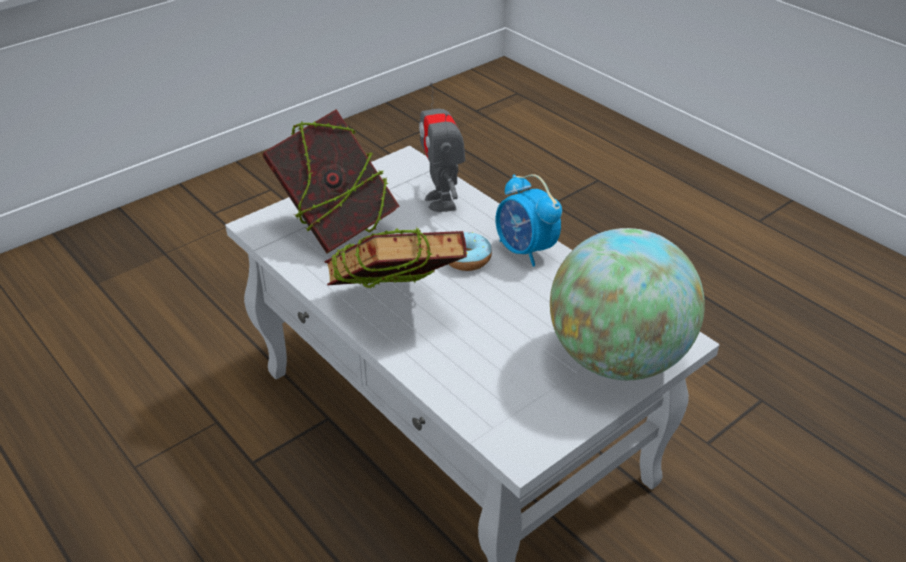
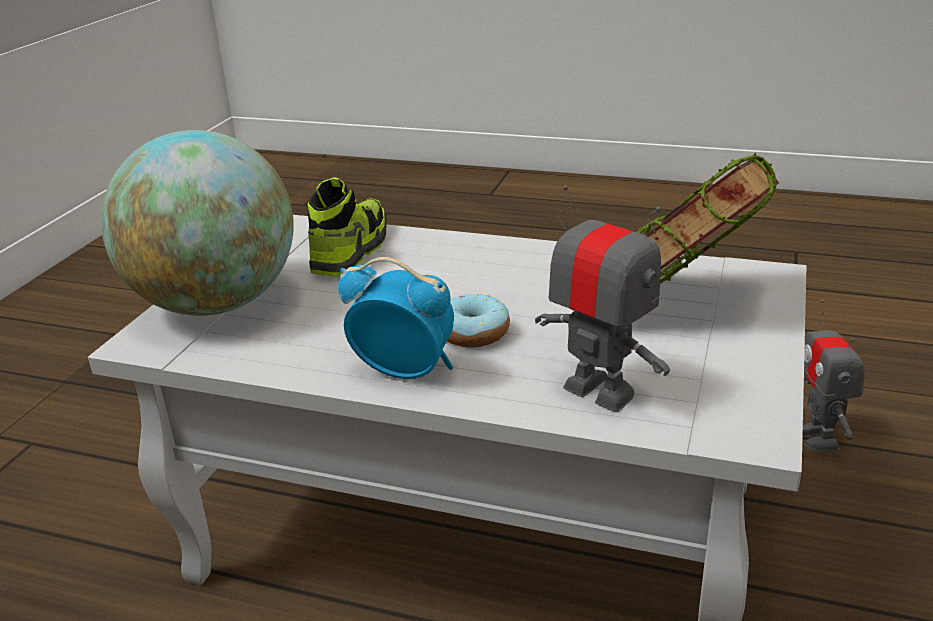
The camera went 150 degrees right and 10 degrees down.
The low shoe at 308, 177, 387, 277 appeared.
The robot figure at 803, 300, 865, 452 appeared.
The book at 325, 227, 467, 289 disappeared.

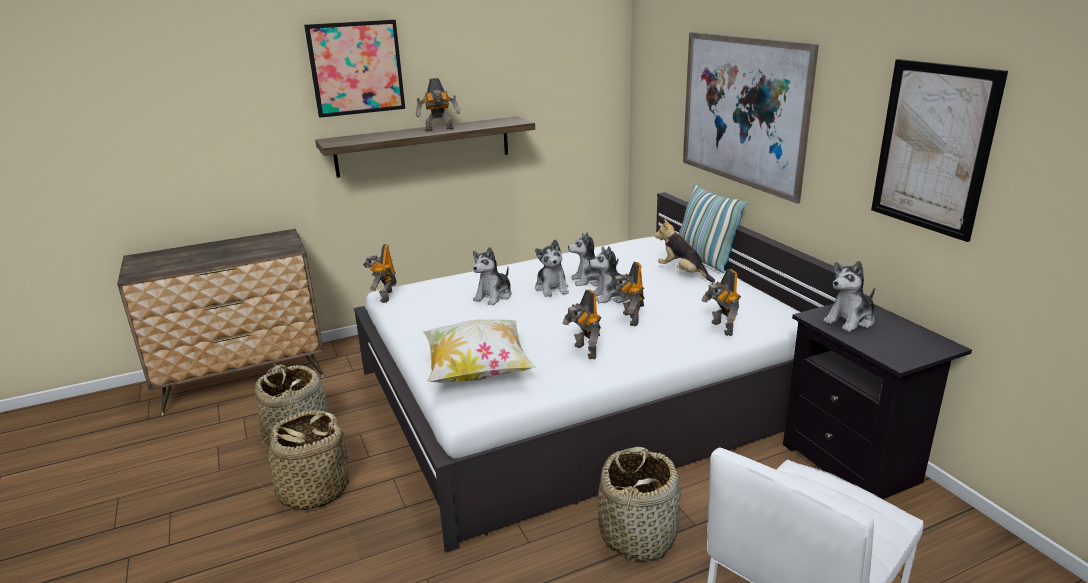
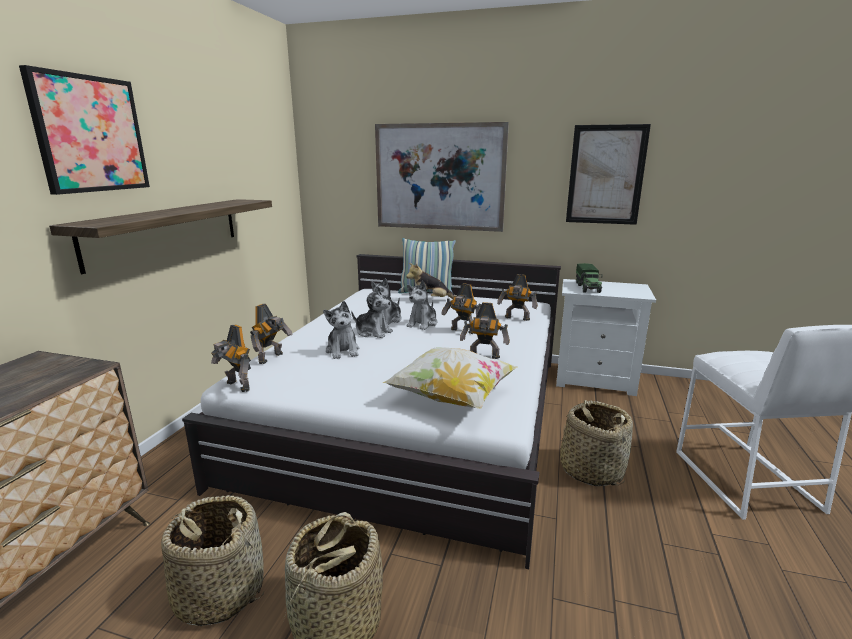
The camera went 50 degrees left and 5 degrees down.
The robot figure moved from 416, 78, 460, 131 to 250, 304, 293, 364.
The bedside table/black-coloured at 783, 304, 972, 499 became the bedside table/white at 556, 279, 656, 396.
The cuddly toy at 823, 261, 875, 332 was replaced by the toy truck at 576, 263, 603, 293.

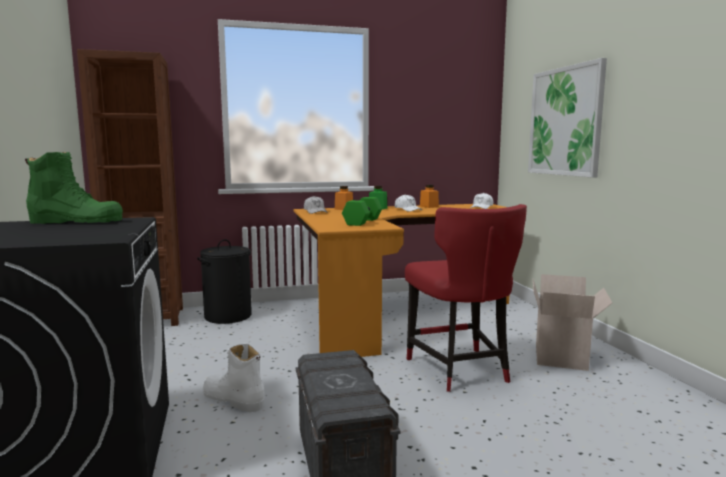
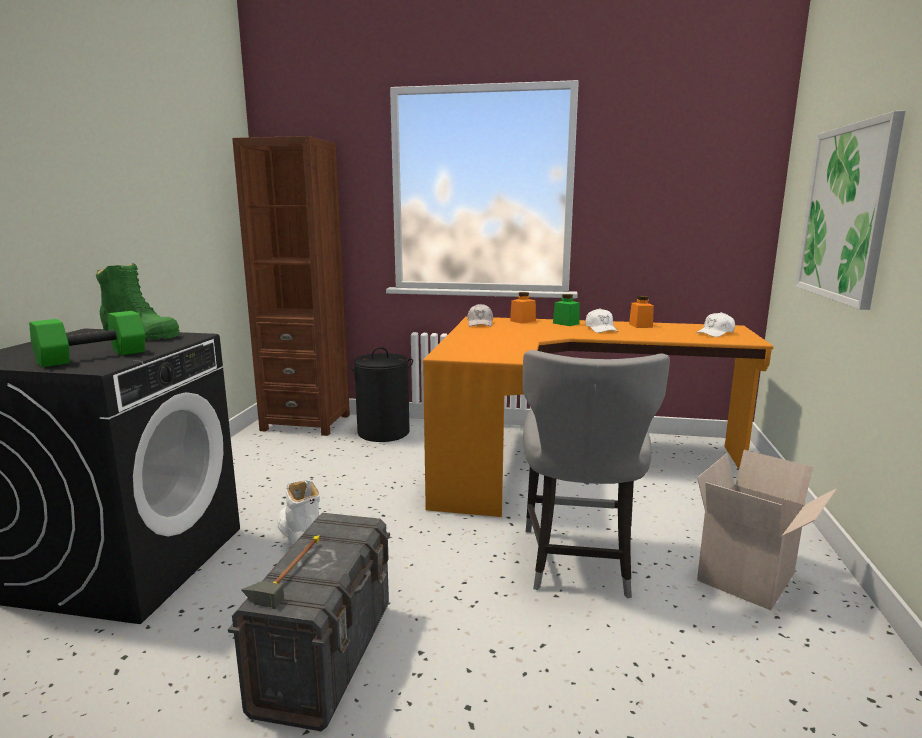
The camera went 25 degrees right and 5 degrees up.
The dumbbell/green-coloured moved from 342, 197, 382, 226 to 29, 311, 145, 367.
The hand hammer at 241, 535, 320, 609 appeared.
The chair/red at 405, 204, 527, 392 became the chair/gray at 523, 350, 670, 598.

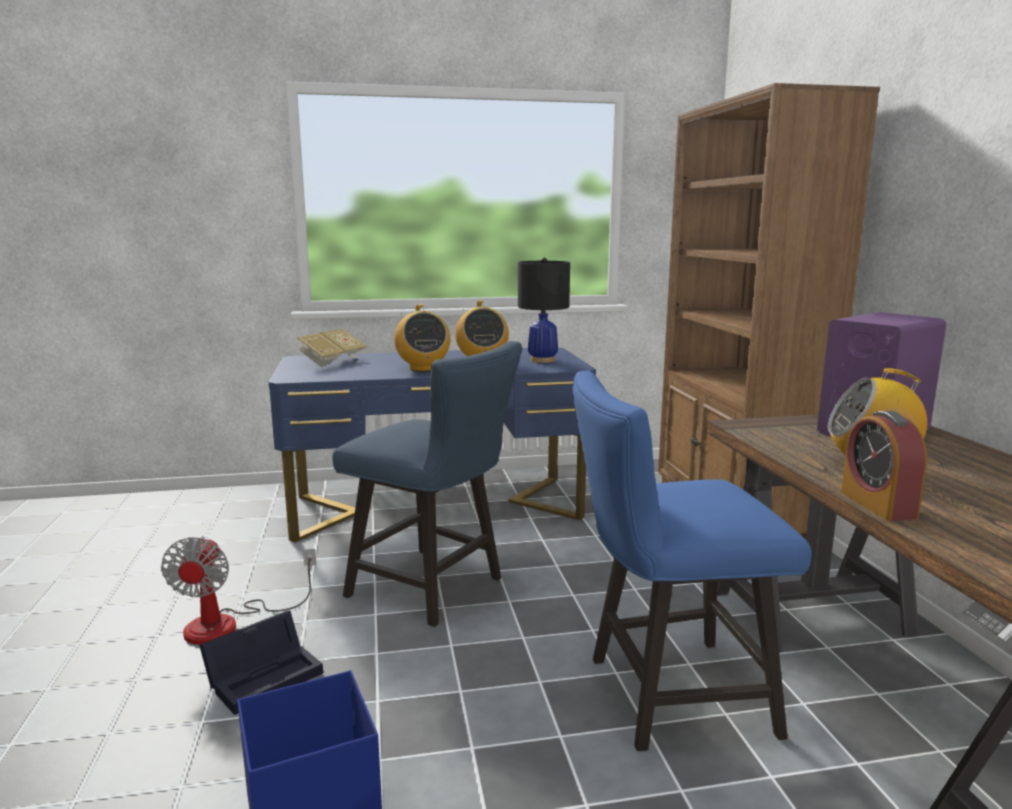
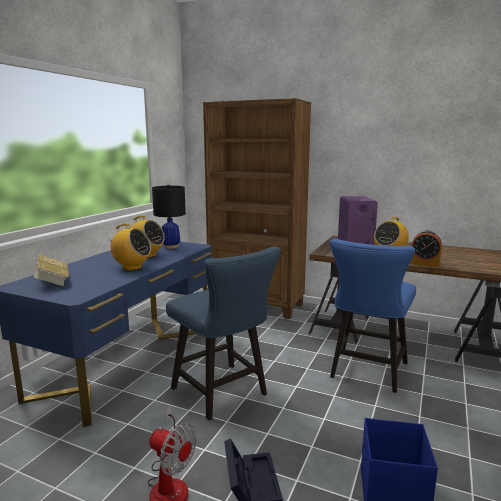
The camera went 55 degrees left and 0 degrees up.
The chair/blue-coloured at 332, 341, 522, 627 turned 75 degrees clockwise.

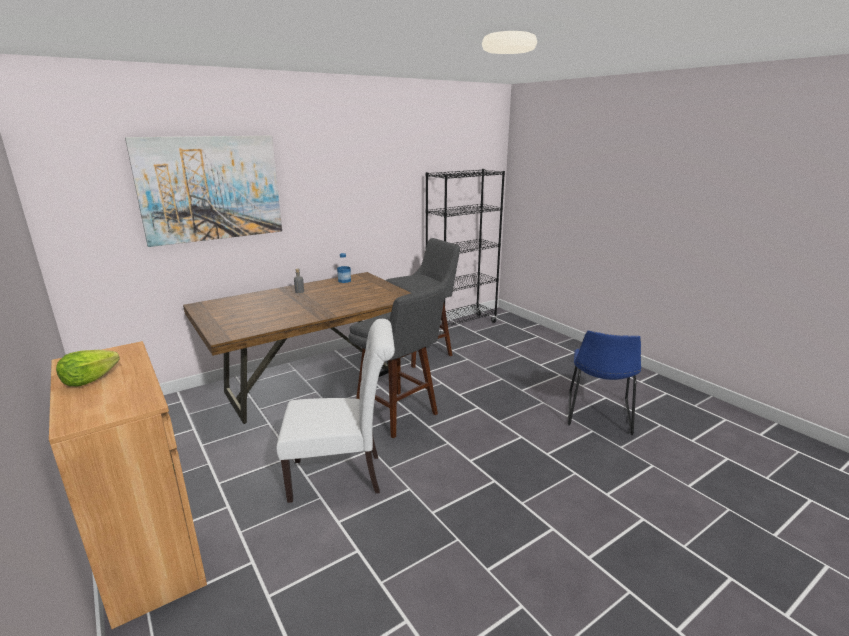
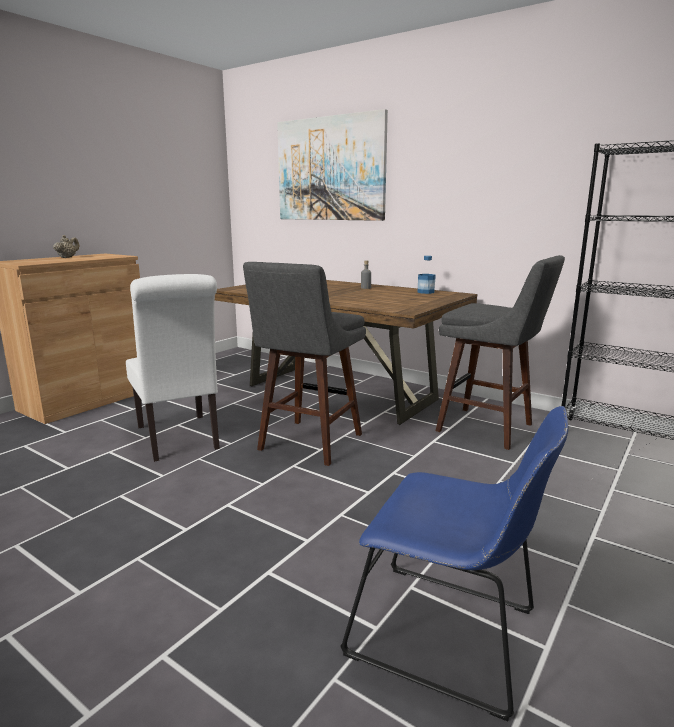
The camera went 70 degrees right and 5 degrees down.
The lettuce head at 56, 350, 120, 386 was replaced by the tea pot/beige-coloured at 53, 235, 79, 258.
The chair/blue-coloured at 568, 330, 641, 435 turned 150 degrees counterclockwise.

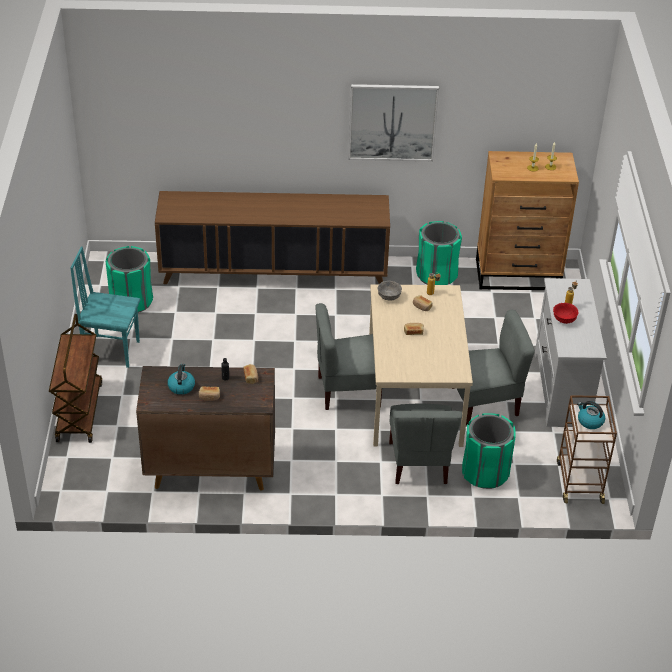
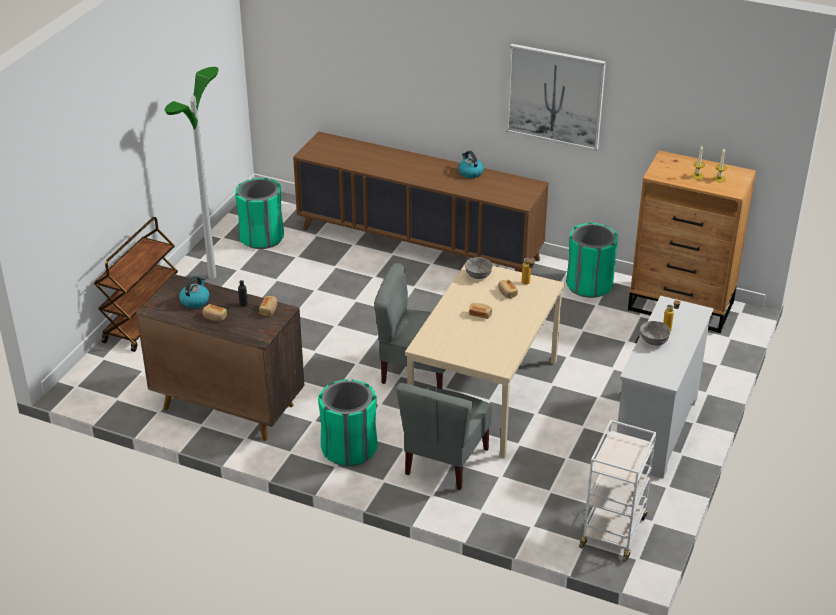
The camera went 25 degrees right and 5 degrees down.
The chair/blue-green at 70, 247, 140, 368 was replaced by the standing lamp at 165, 67, 219, 279.
The trash can/green-coloured moved from 462, 413, 516, 489 to 318, 379, 378, 467.
The kettle moved from 577, 401, 605, 429 to 458, 151, 484, 178.
The wheeled cart/brownish at 557, 395, 617, 504 became the wheeled cart/white at 579, 420, 656, 562.
The bowl/red at 553, 303, 578, 324 became the bowl/gray at 640, 321, 671, 345.
The chair/gray at 452, 310, 535, 426 disappeared.

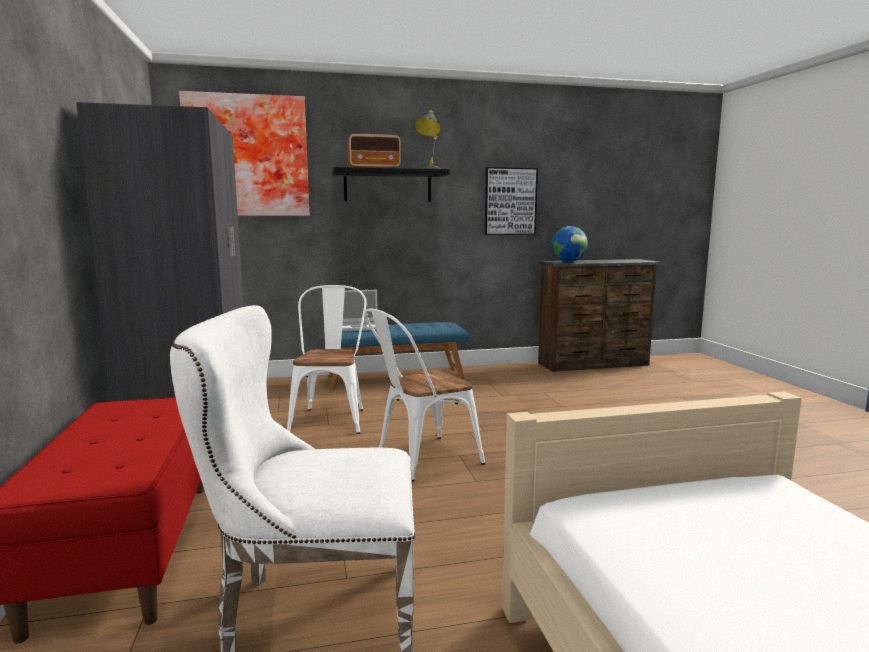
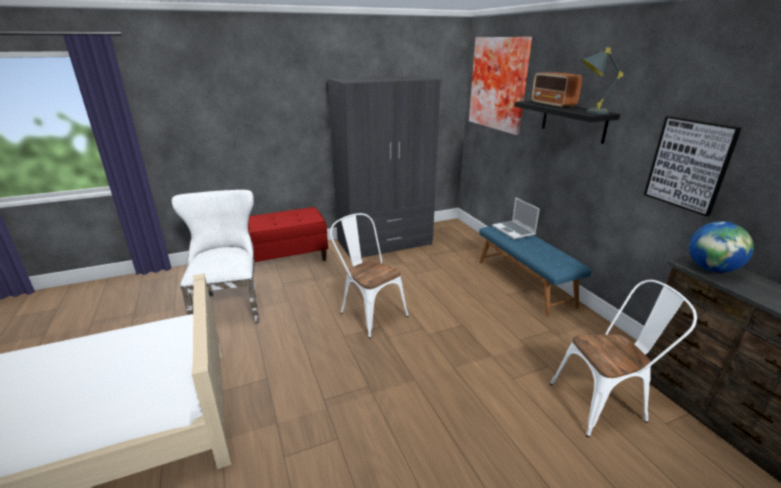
The camera went 80 degrees right and 15 degrees up.
The chair/white moved from 287, 285, 367, 434 to 550, 280, 697, 437.

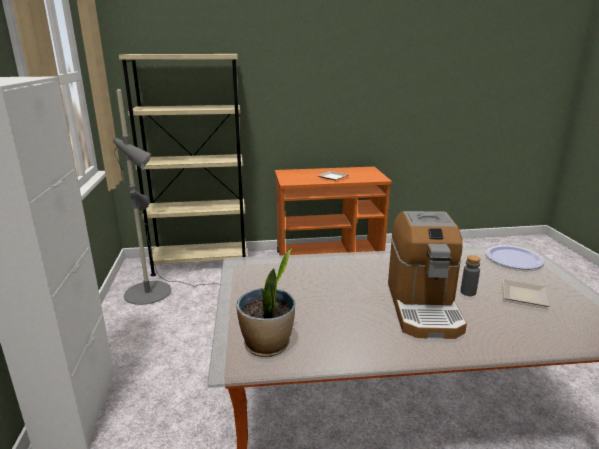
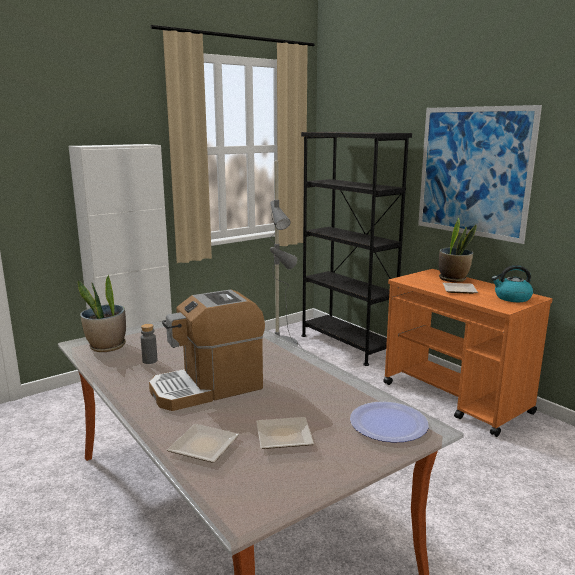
The camera went 60 degrees right and 5 degrees down.
The bottle/gray moved from 461, 255, 480, 296 to 141, 324, 157, 364.
The dinner plate at 167, 424, 240, 463 appeared.
The shelving unit/beige-coloured at 119, 54, 247, 276 became the shelving unit/black-coloured at 301, 132, 412, 366.
The wall picture at 418, 105, 542, 244 appeared.
The plant in a pot at 439, 217, 477, 282 appeared.
The kettle at 491, 265, 533, 302 appeared.

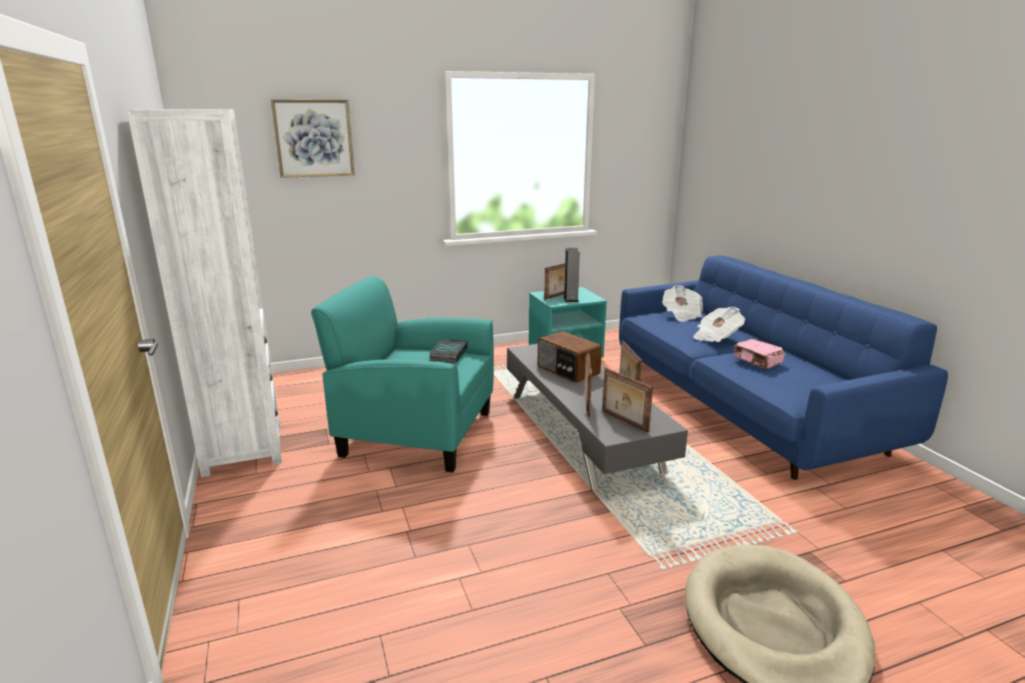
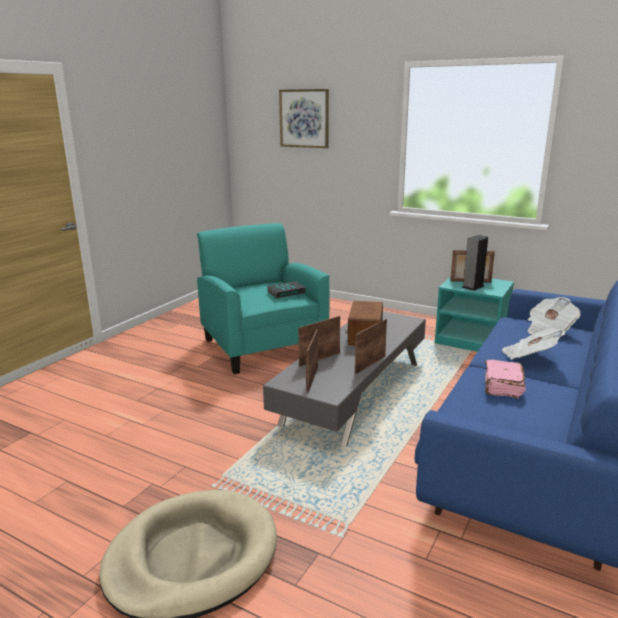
The camera went 50 degrees right and 0 degrees up.
The shelving unit/white at 127, 109, 282, 477 disappeared.

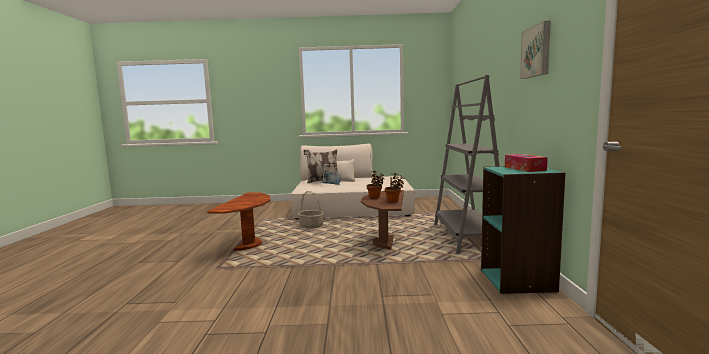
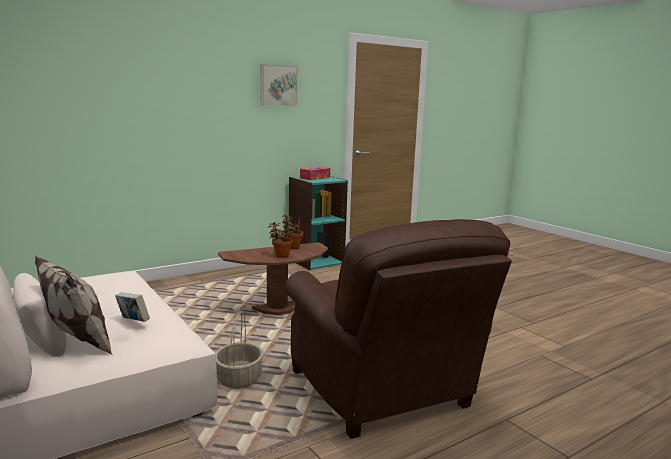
The camera went 125 degrees left and 5 degrees up.
The end table/brownish at 207, 193, 271, 251 was replaced by the easy chair/brownish at 285, 219, 512, 439.
The shelving unit/gray at 434, 75, 499, 254 disappeared.

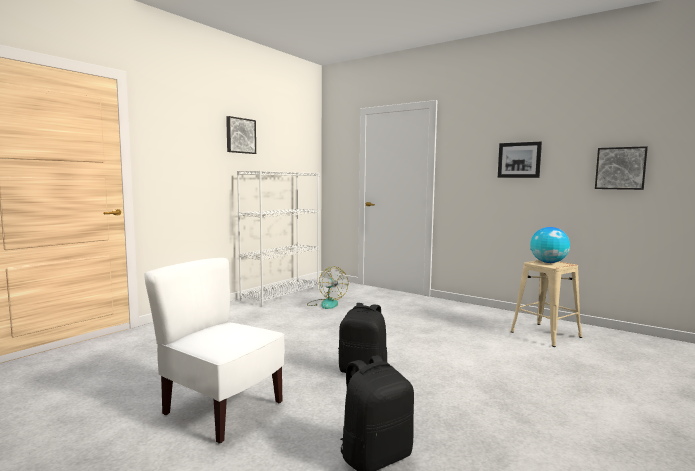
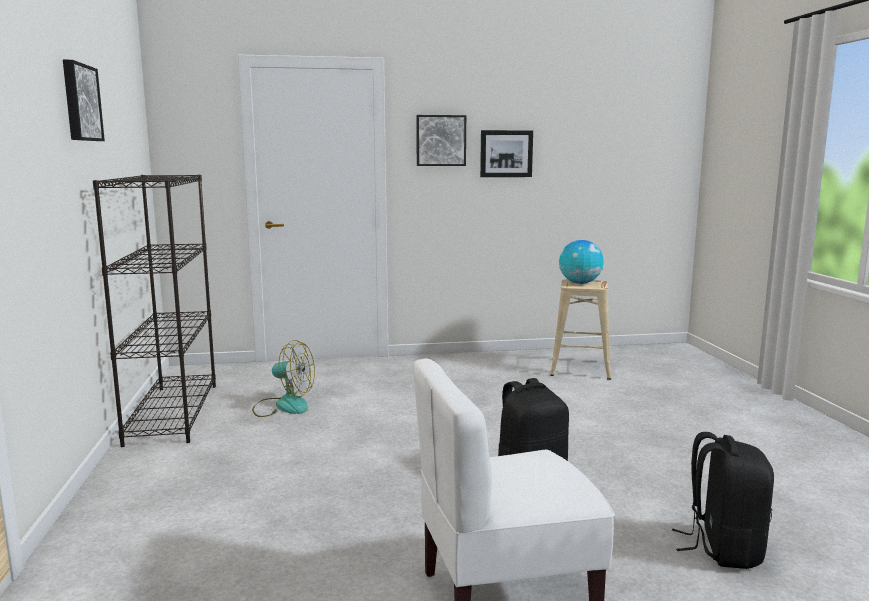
The camera went 45 degrees left and 5 degrees up.
The shelving unit/white at 237, 171, 319, 306 became the shelving unit/black-coloured at 93, 174, 216, 447.
The wall picture moved from 595, 146, 648, 190 to 416, 115, 466, 166.

